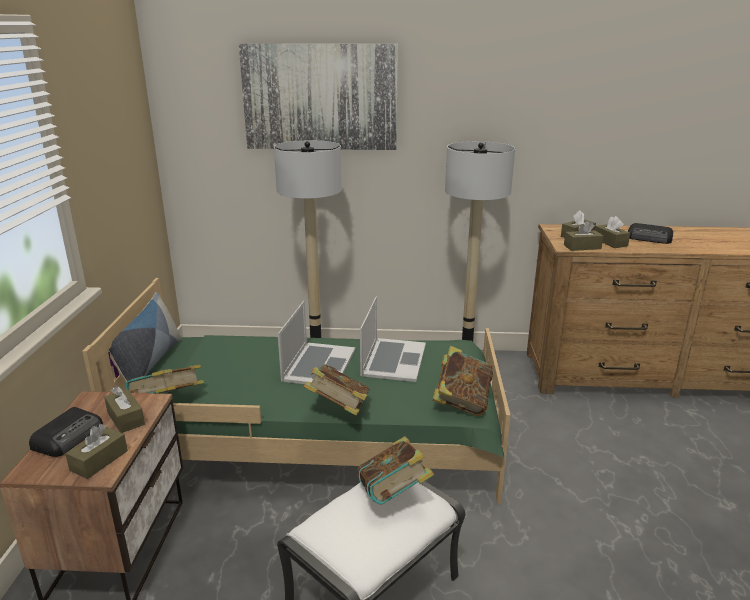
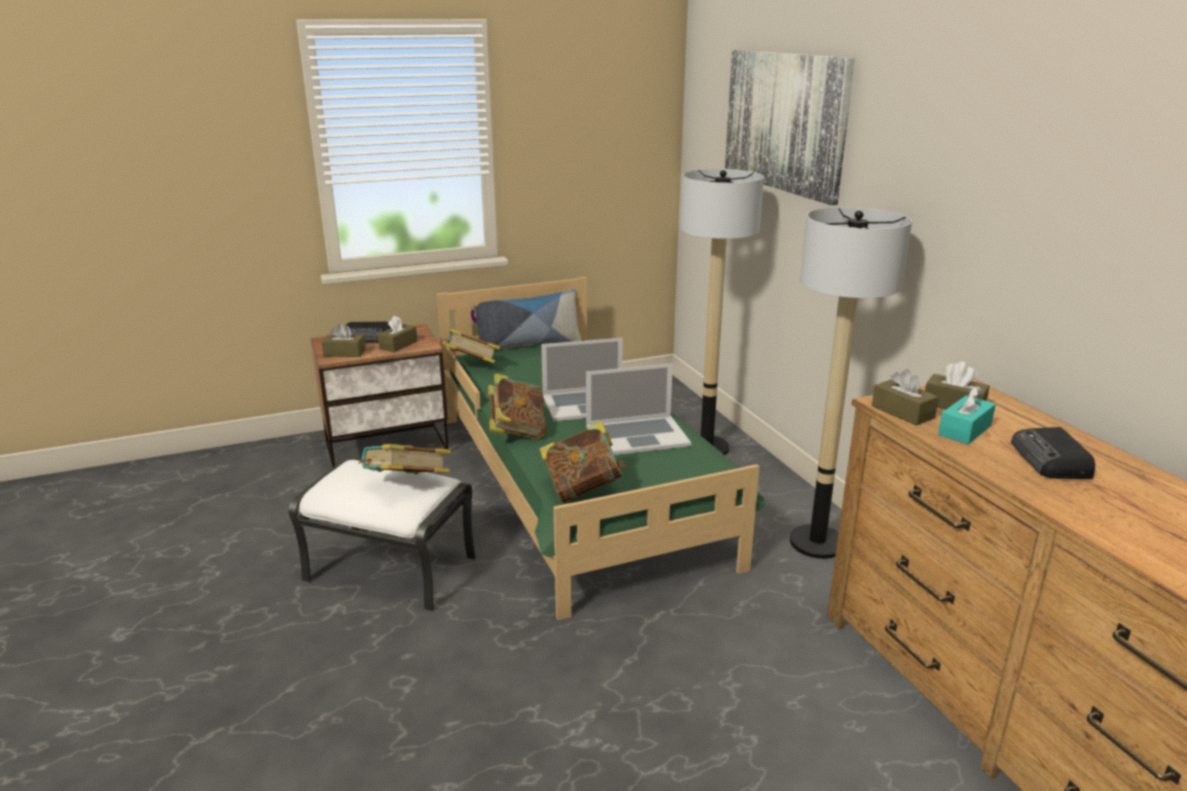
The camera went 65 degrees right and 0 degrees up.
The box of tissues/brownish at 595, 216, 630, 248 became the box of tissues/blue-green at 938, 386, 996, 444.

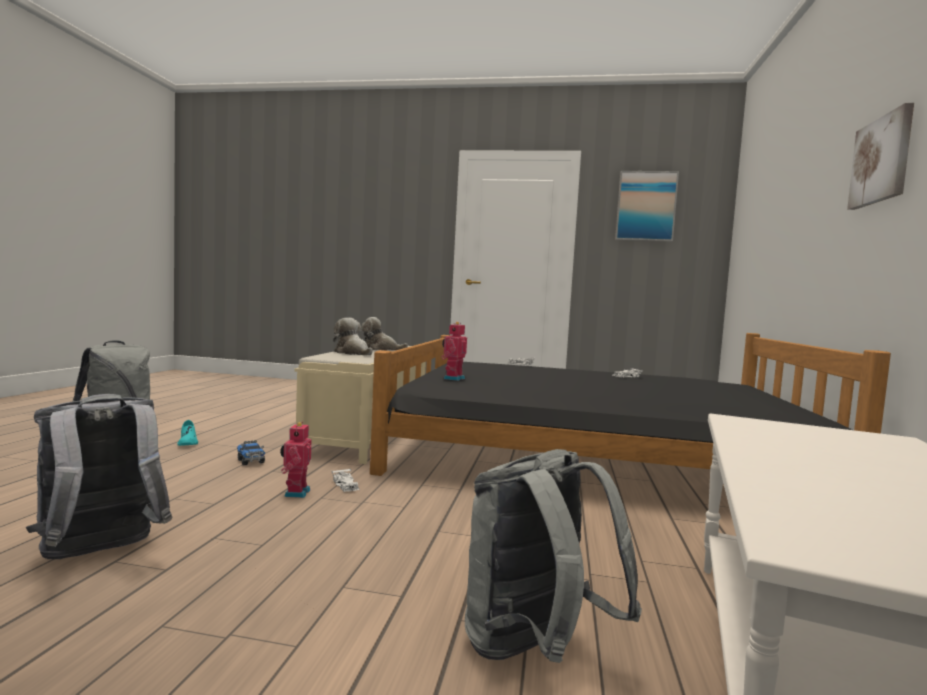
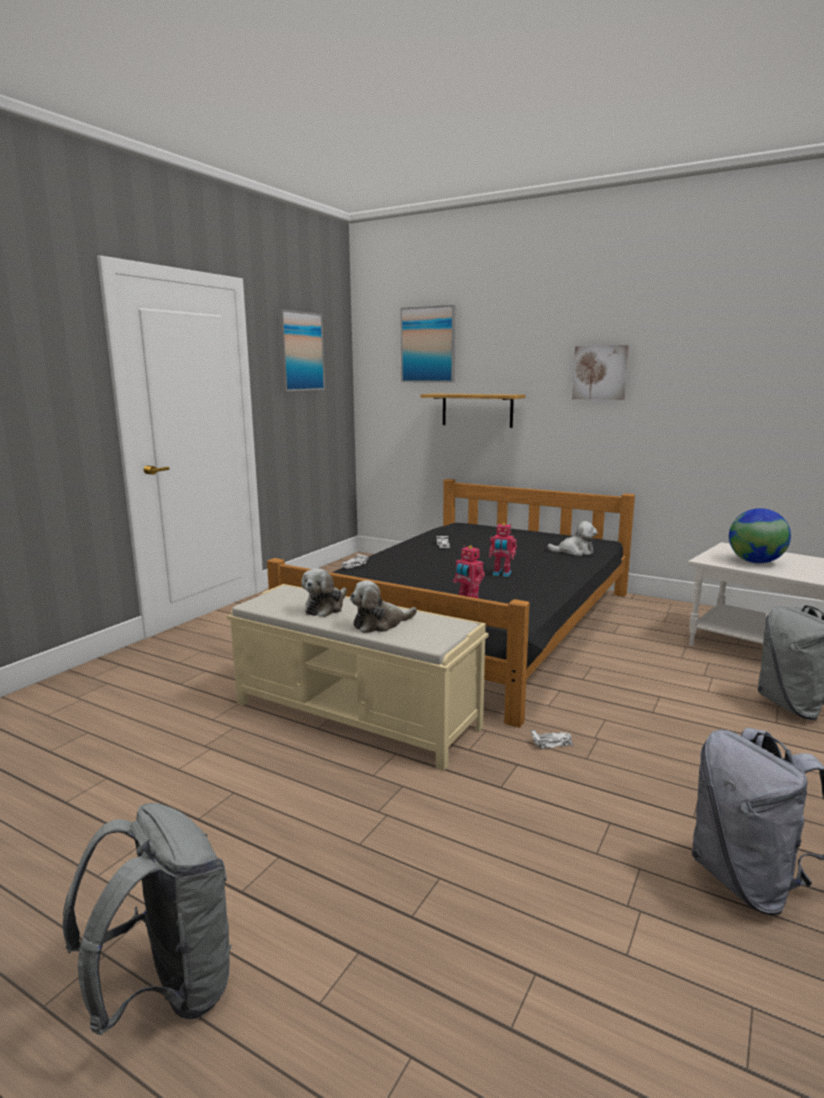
The camera went 70 degrees left and 10 degrees up.
The wall picture at 400, 305, 455, 382 appeared.
The bracket shelf at 421, 393, 525, 428 appeared.
The robot figure moved from 280, 422, 311, 498 to 489, 523, 517, 577.
The cuddly toy at 547, 521, 598, 556 appeared.
The world globe at 729, 508, 791, 563 appeared.
The low shoe/blue-green at 177, 420, 198, 446 disappeared.
The toy truck at 237, 440, 265, 466 disappeared.

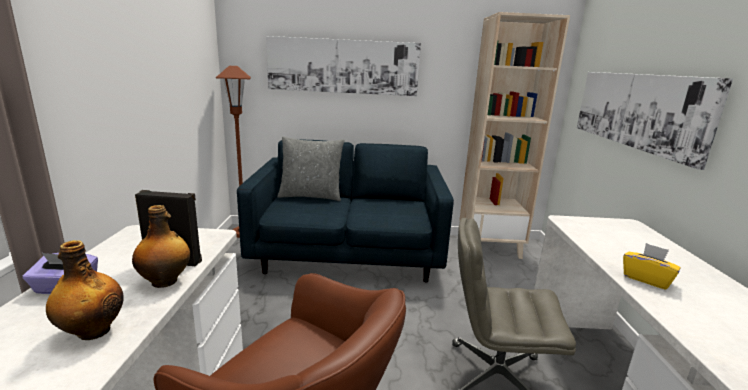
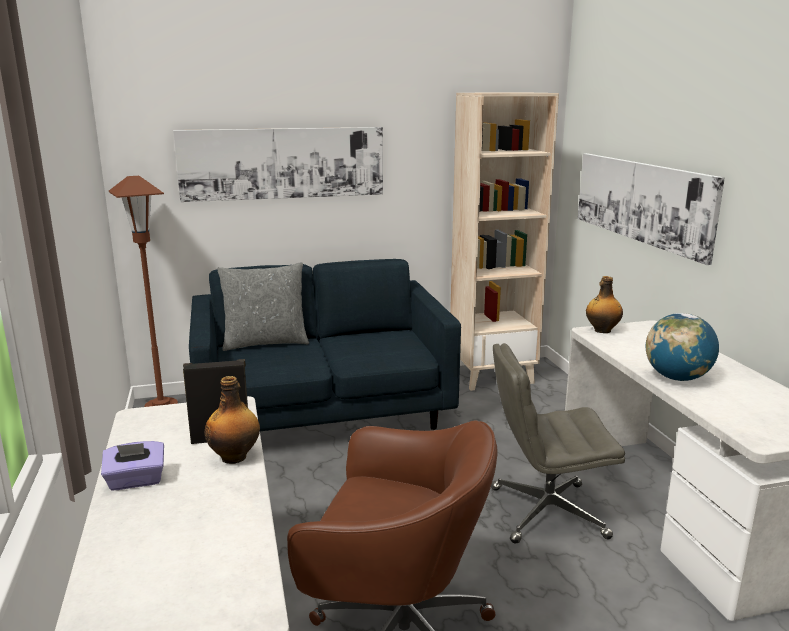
The camera went 15 degrees left and 0 degrees up.
The bottle moved from 46, 240, 124, 340 to 586, 276, 623, 333.
The box of tissues/yellowish at 623, 243, 680, 290 was replaced by the world globe at 646, 313, 719, 381.

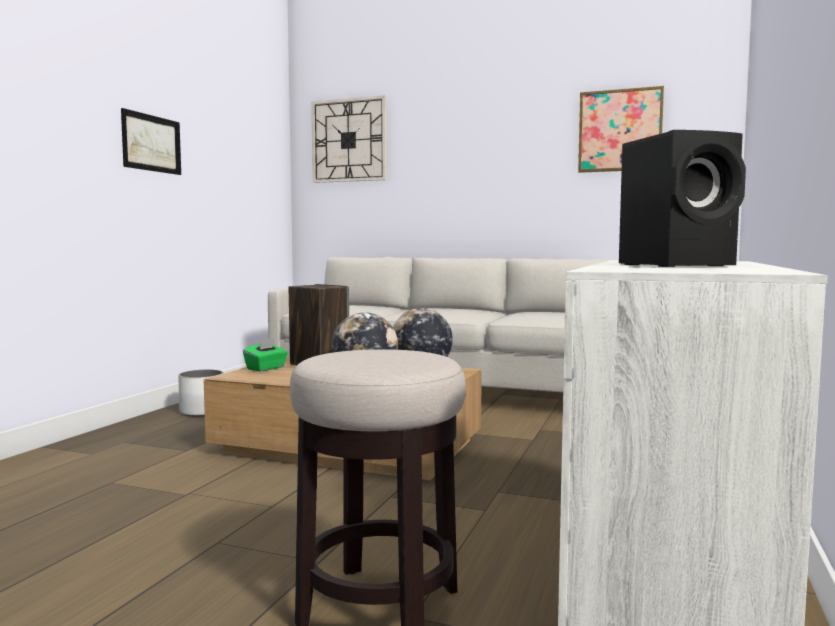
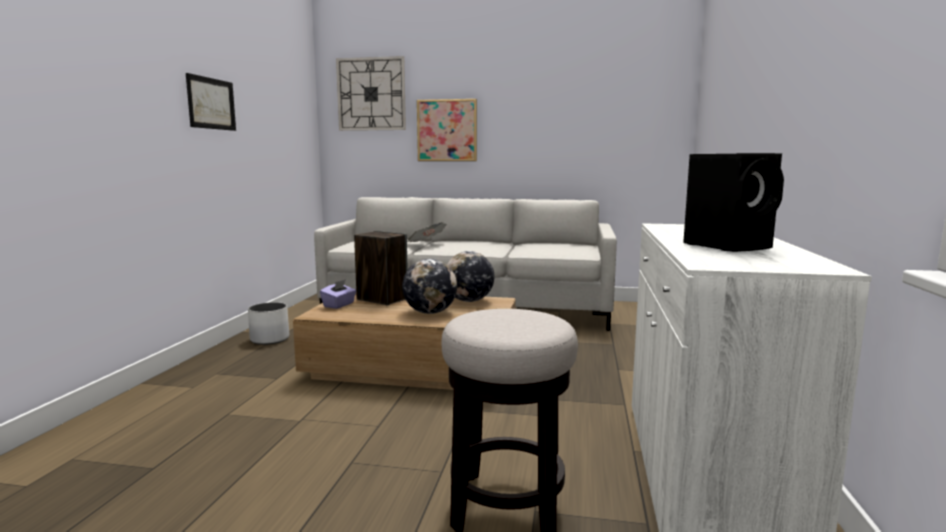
The camera went 10 degrees left and 5 degrees up.
The box of tissues/green-coloured at 243, 338, 288, 371 became the box of tissues/purple at 320, 279, 356, 309.
The daily paper at 407, 222, 447, 242 appeared.
The wall picture moved from 578, 86, 664, 173 to 417, 99, 477, 161.

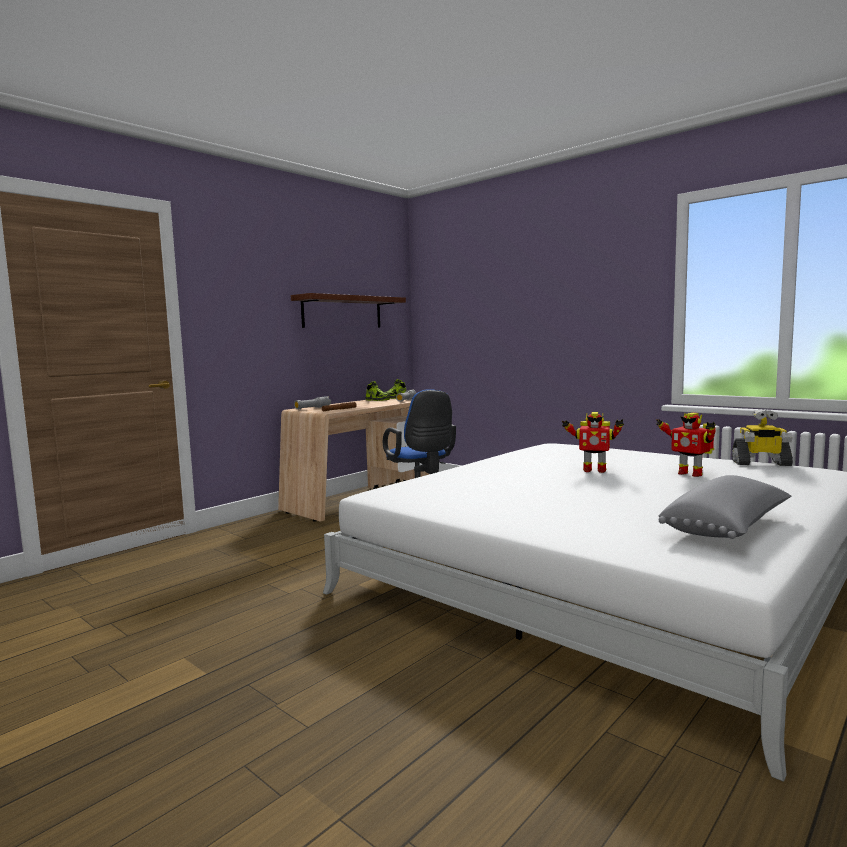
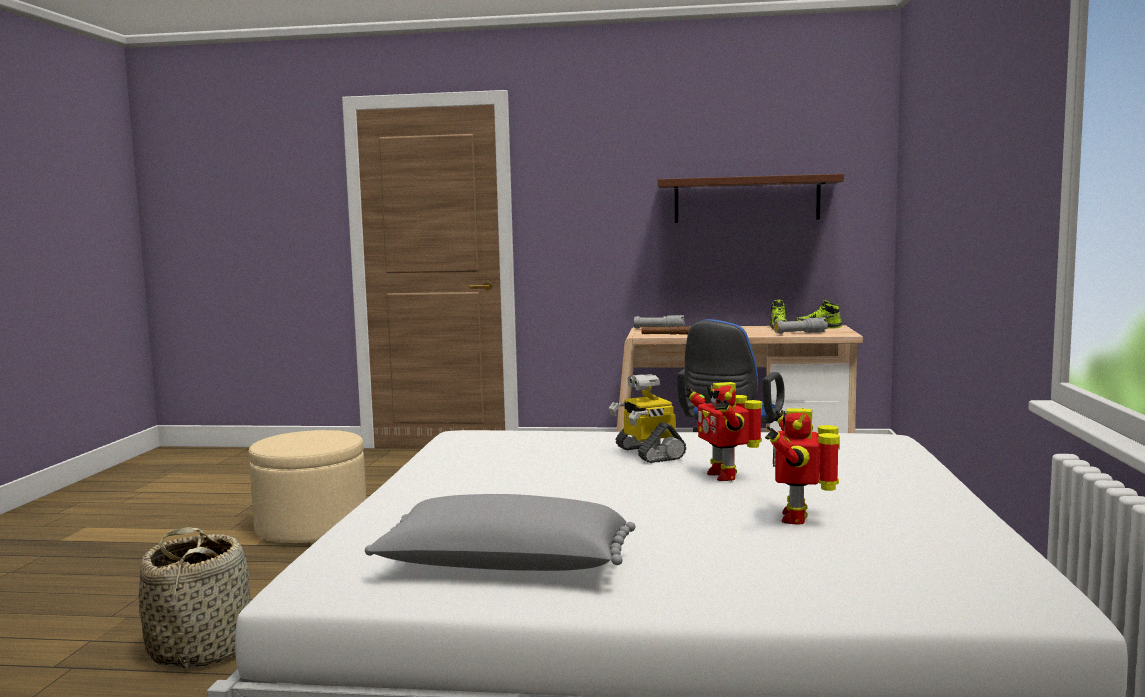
The camera went 55 degrees right and 0 degrees up.
The household basket at 139, 527, 250, 668 appeared.
The ottoman/beige-coloured at 248, 430, 366, 543 appeared.
The robot figure moved from 732, 409, 793, 466 to 609, 374, 686, 463.

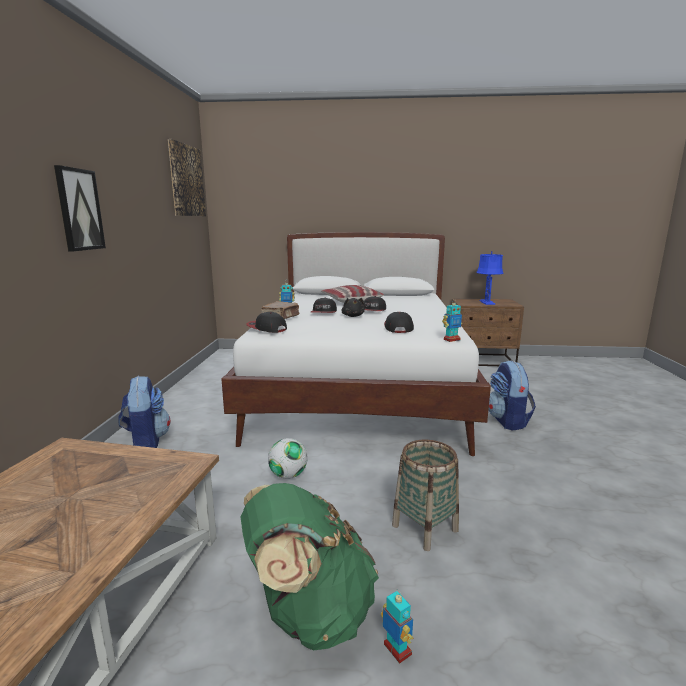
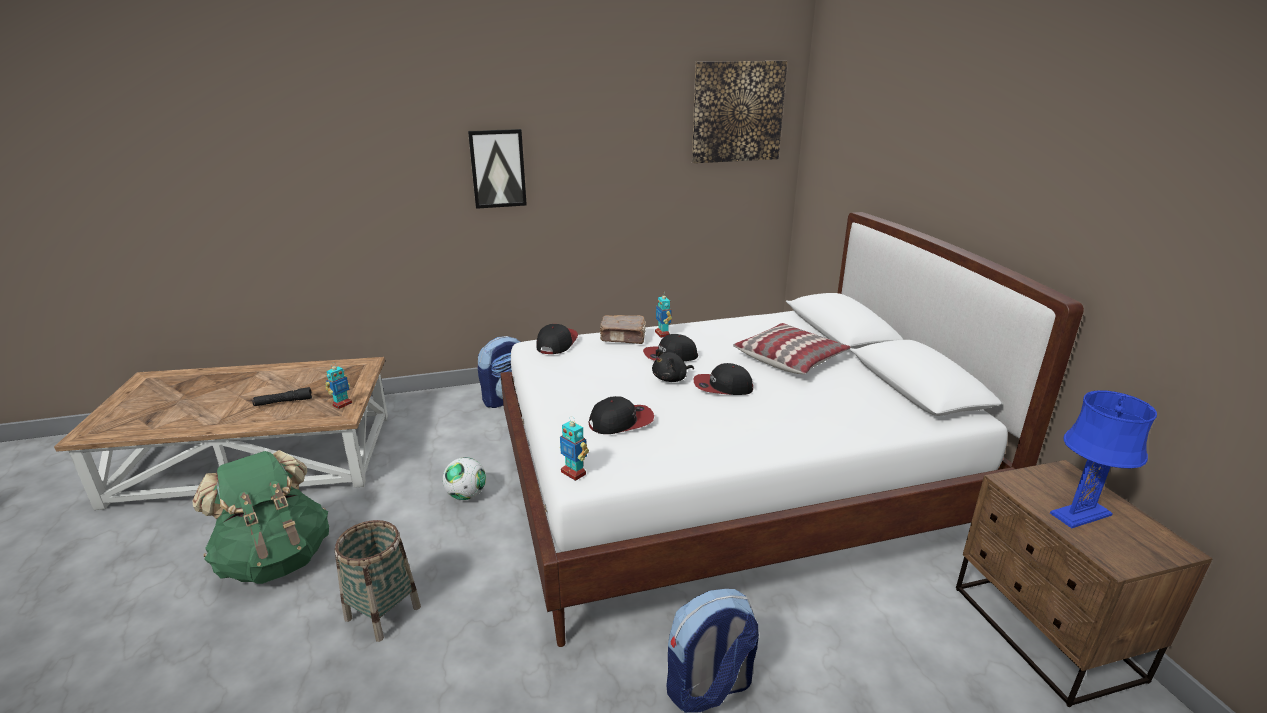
The camera went 70 degrees right and 10 degrees up.
The hand torch/black-coloured at 252, 387, 312, 406 appeared.
The robot figure moved from 381, 590, 413, 664 to 325, 362, 352, 409.

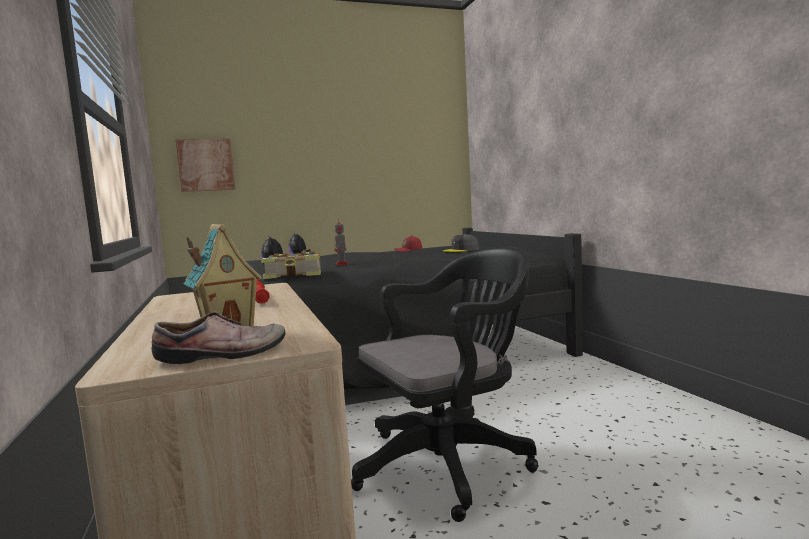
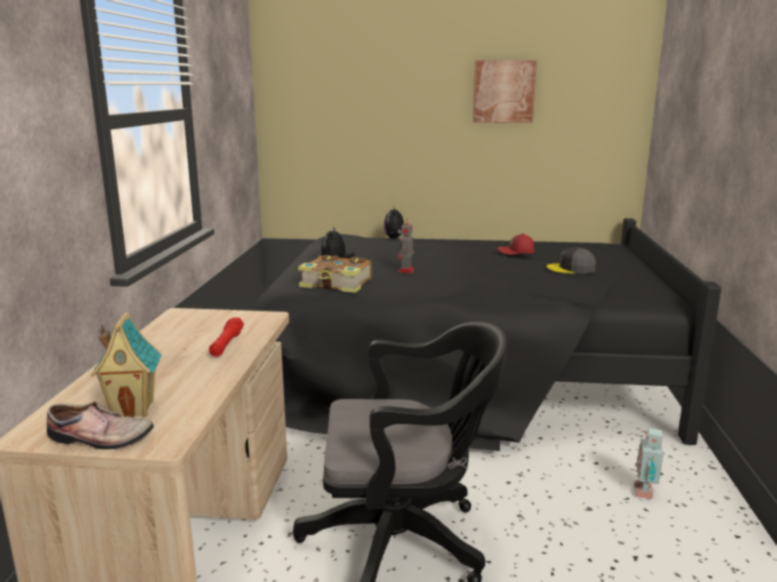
The camera went 25 degrees right and 10 degrees up.
The wall picture moved from 175, 139, 235, 192 to 473, 60, 537, 123.
The robot figure at 635, 428, 663, 499 appeared.

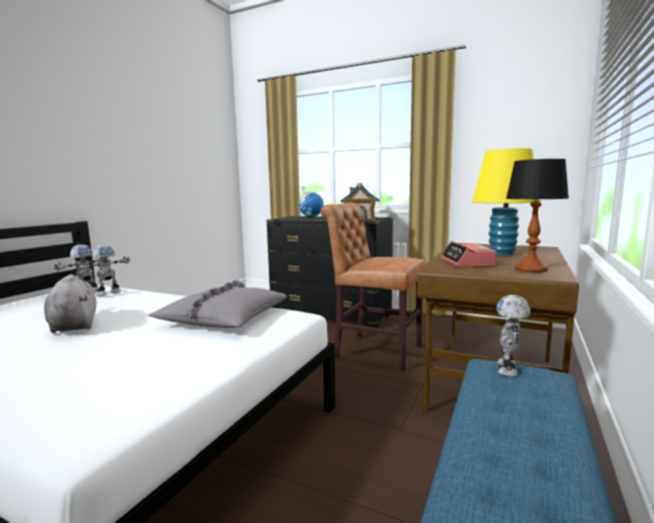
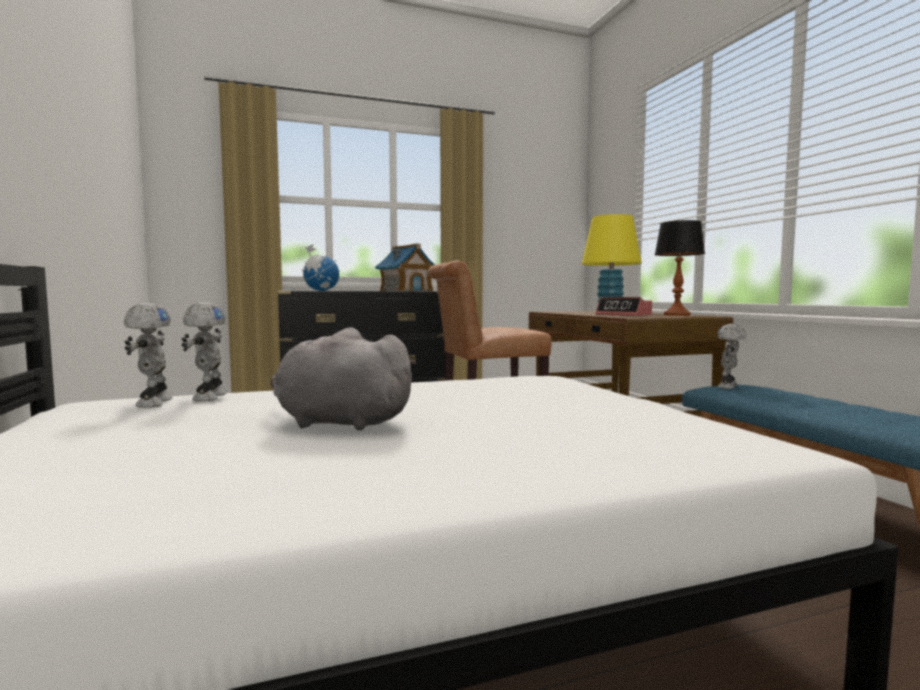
The camera went 45 degrees left and 5 degrees down.
The robot figure at 497, 295, 531, 377 turned 60 degrees clockwise.
The pillow/gray at 148, 280, 287, 328 disappeared.

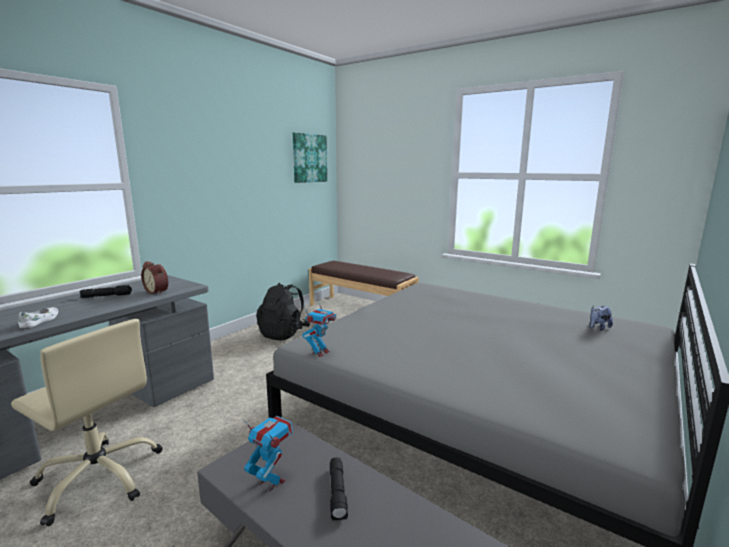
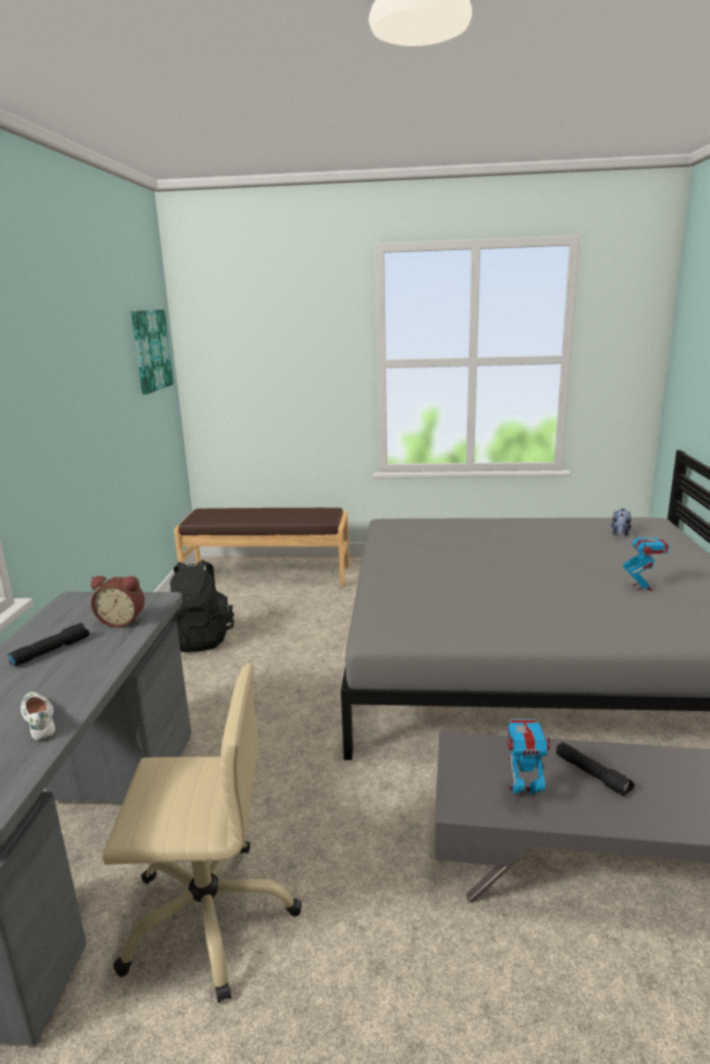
The camera went 30 degrees left and 5 degrees up.
The robot figure moved from 303, 299, 336, 357 to 623, 528, 670, 591.

